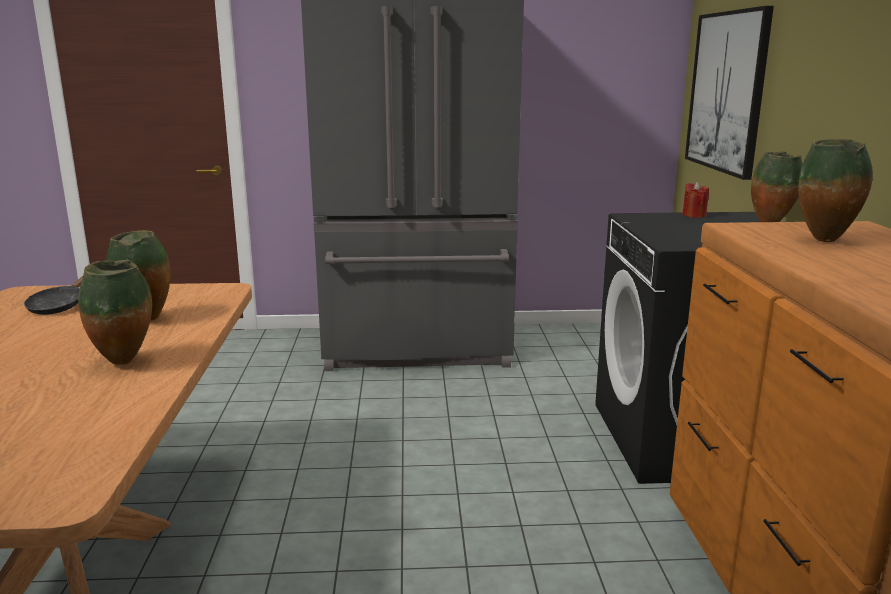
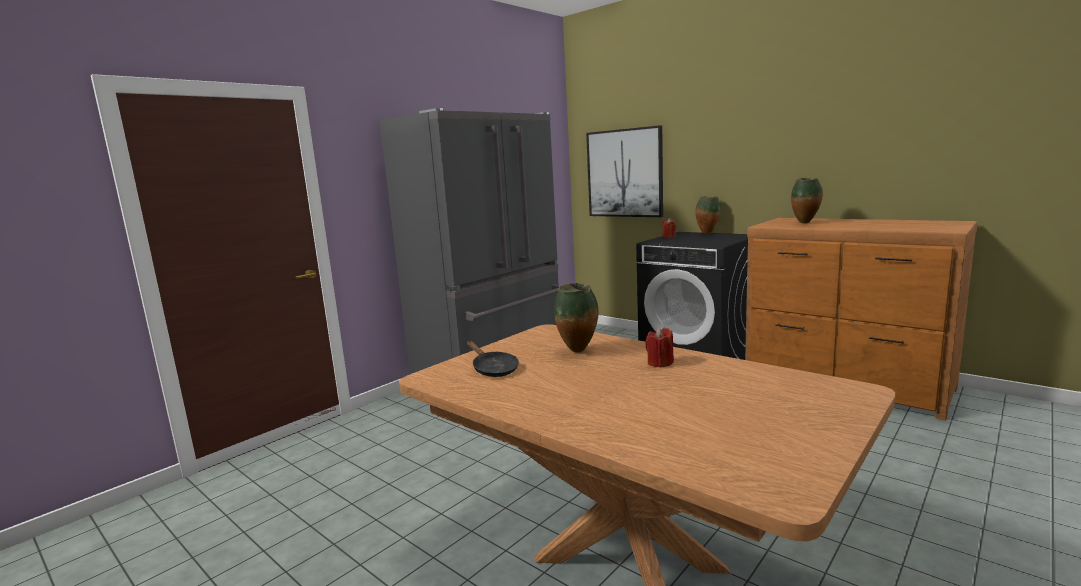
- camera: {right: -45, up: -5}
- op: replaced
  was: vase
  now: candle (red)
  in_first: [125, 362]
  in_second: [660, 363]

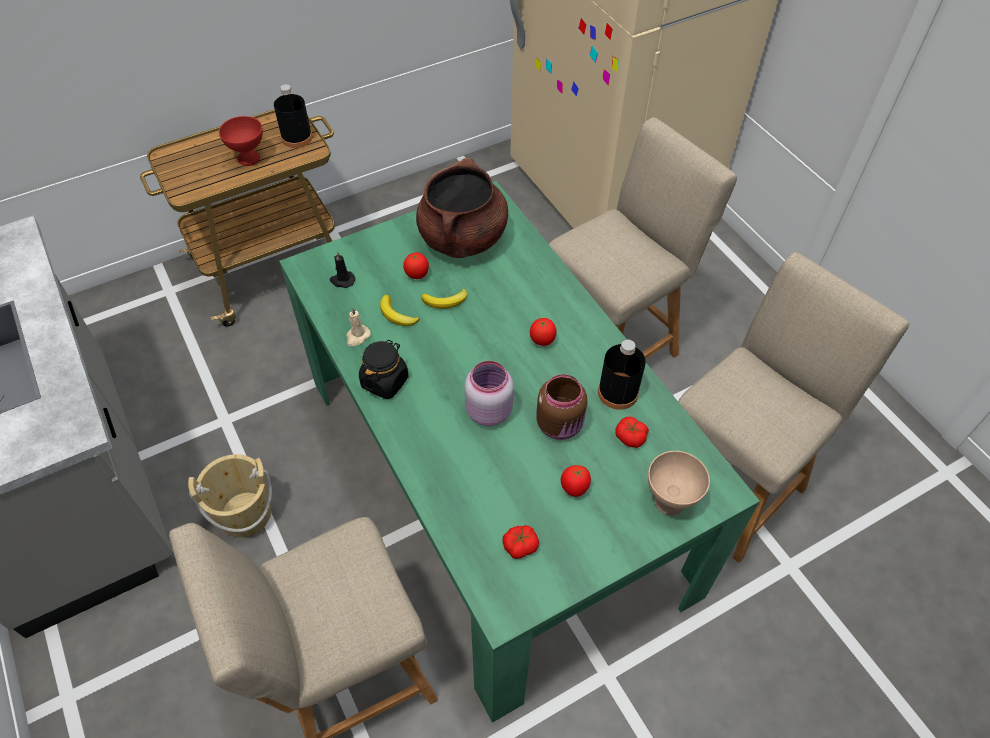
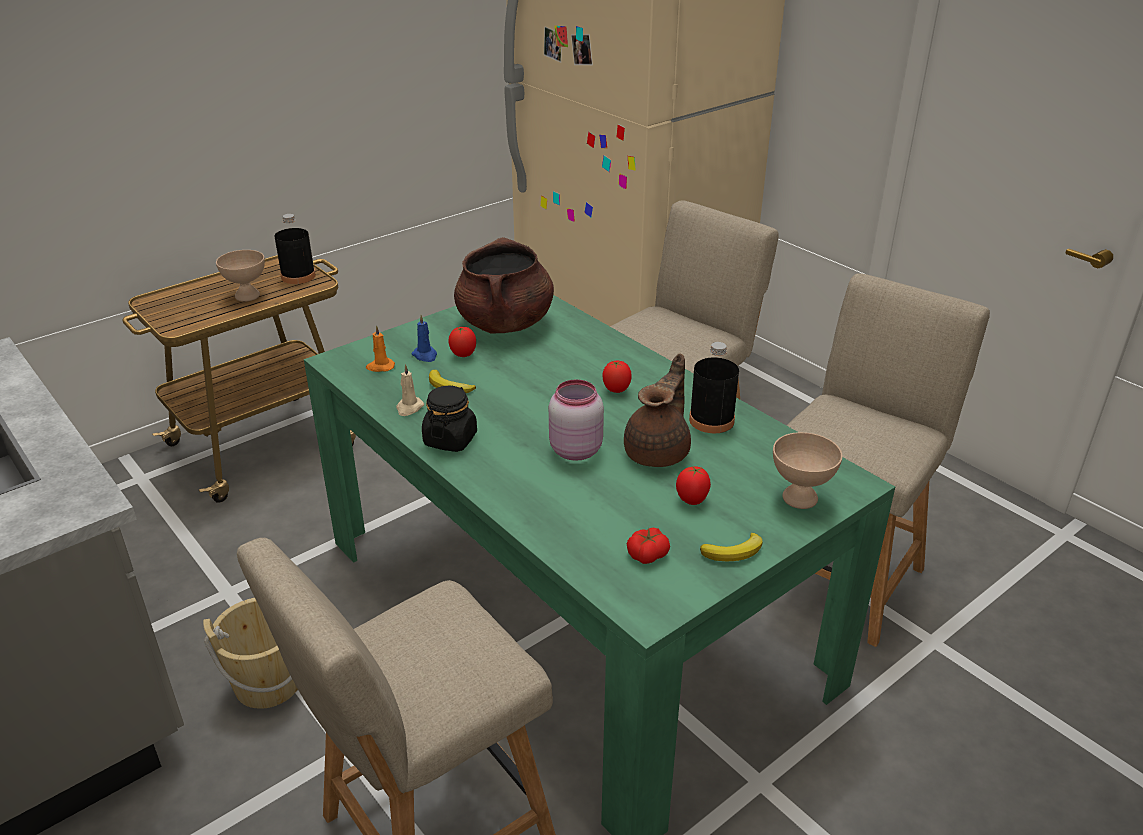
- camera: {right: -10, up: -20}
- op: recoloured
  was: bowl (red)
  now: bowl (beige)
  in_first: [249, 158]
  in_second: [248, 295]
- op: recoloured
  was: candle (black)
  now: candle (orange)
  in_first: [342, 280]
  in_second: [380, 367]
- op: moved
  was: banana
  in_first: [445, 301]
  in_second: [734, 552]
- op: replaced
  was: jar (brown)
  now: teapot (brown)
  in_first: [560, 425]
  in_second: [659, 452]
- op: removed
  was: tomato
  in_first: [630, 437]
- op: added
  now: candle (blue)
  in_second: [425, 356]

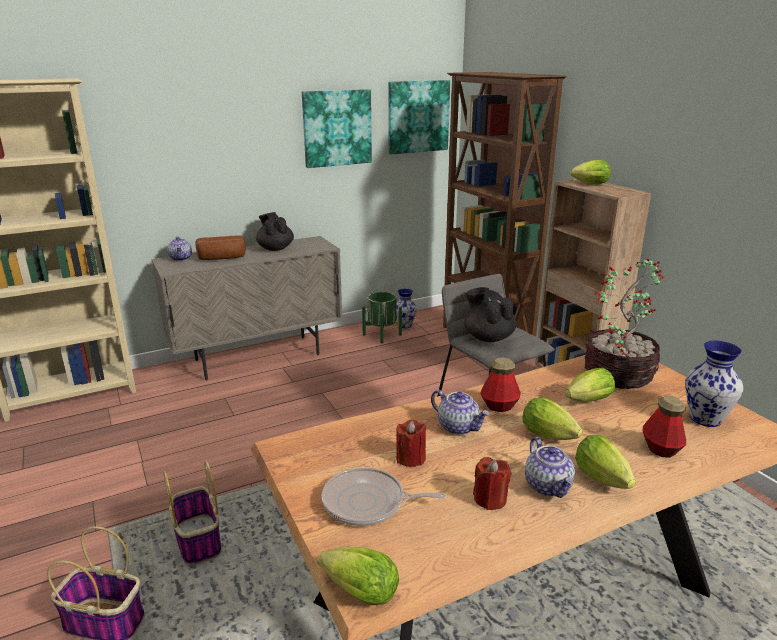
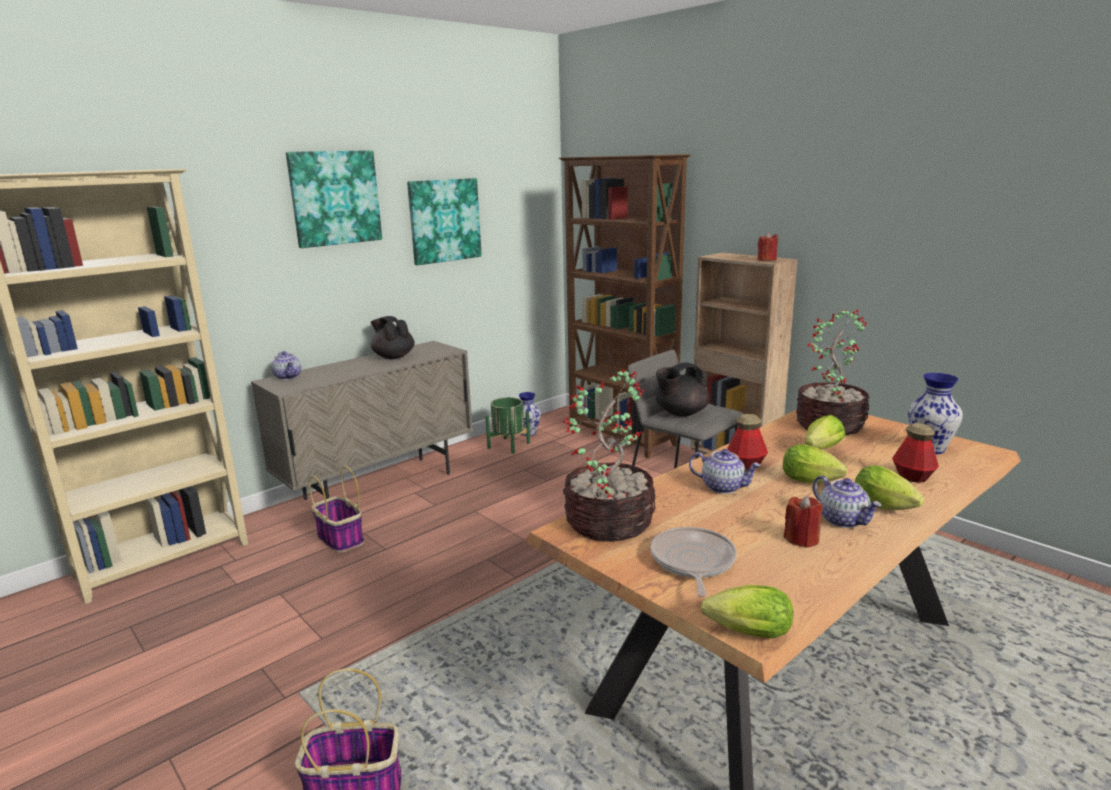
- camera: {right: -15, up: -5}
- op: moved
  was: basket
  in_first: [198, 540]
  in_second: [339, 538]
- op: removed
  was: bread
  in_first: [222, 258]
- op: turned
  was: frying pan
  in_first: [368, 503]
  in_second: [692, 562]
  clockwise: 105
- op: moved
  was: picture
  in_first: [417, 116]
  in_second: [335, 198]
- op: moved
  was: candle (red)
  in_first: [410, 458]
  in_second: [766, 260]
- op: turned
  was: teapot (black)
  in_first: [488, 337]
  in_second: [680, 413]
  clockwise: -75
- op: removed
  was: lettuce
  in_first: [588, 184]
- op: added
  now: potted plant
  in_second: [610, 521]

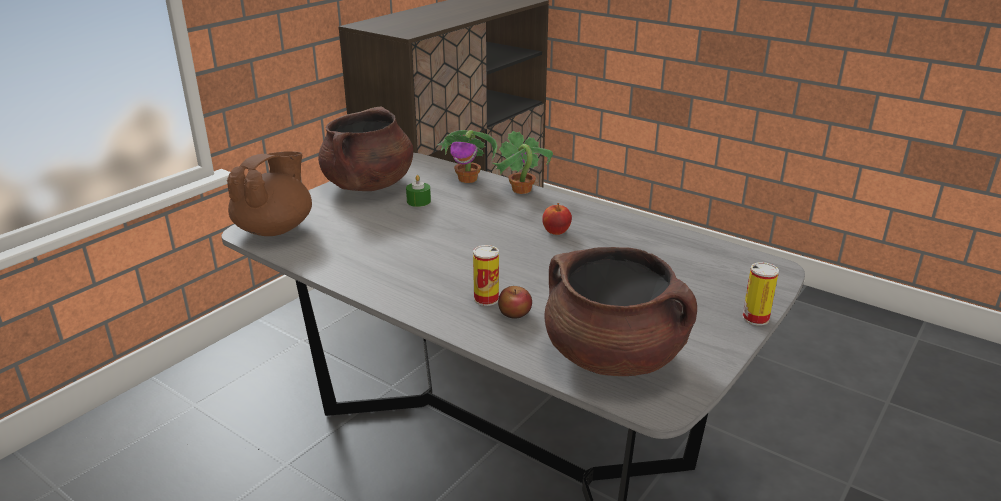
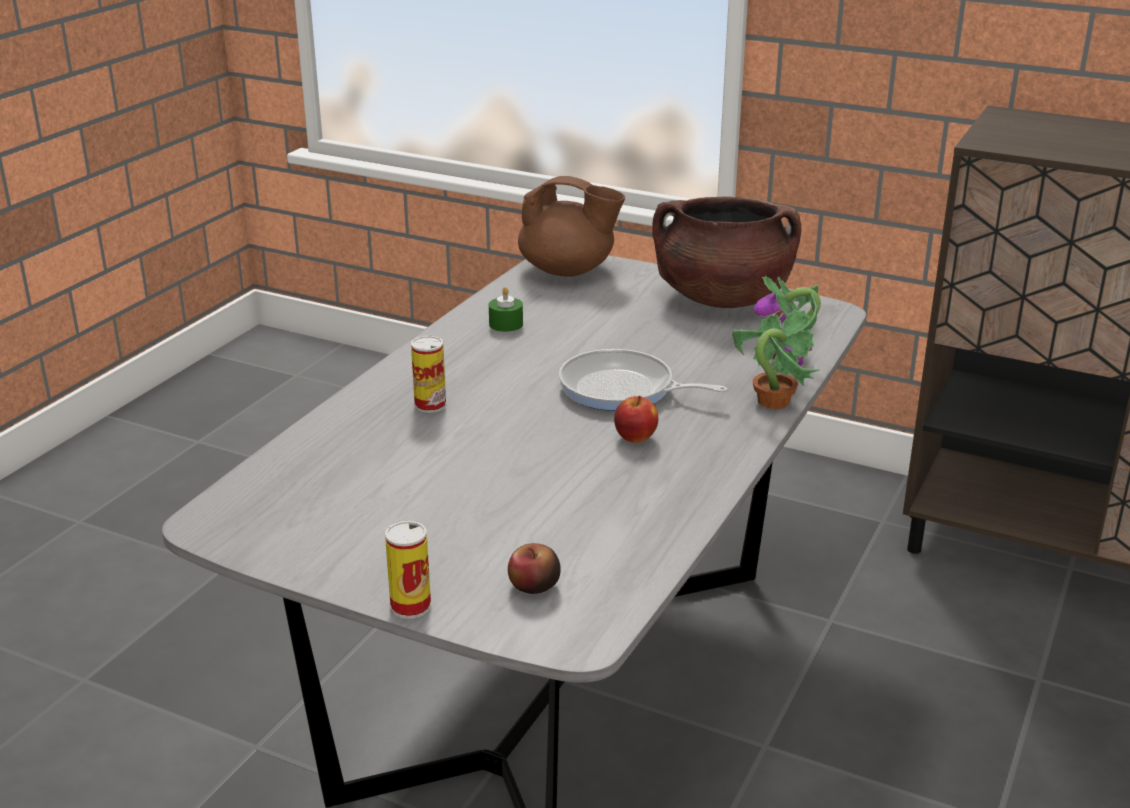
- camera: {right: 80, up: 0}
- op: moved
  was: candle (green)
  in_first: [418, 201]
  in_second: [506, 324]
- op: moved
  was: apple
  in_first: [515, 313]
  in_second: [534, 586]
- op: removed
  was: cooking pot (brown)
  in_first: [614, 357]
- op: added
  now: frying pan
  in_second: [622, 389]

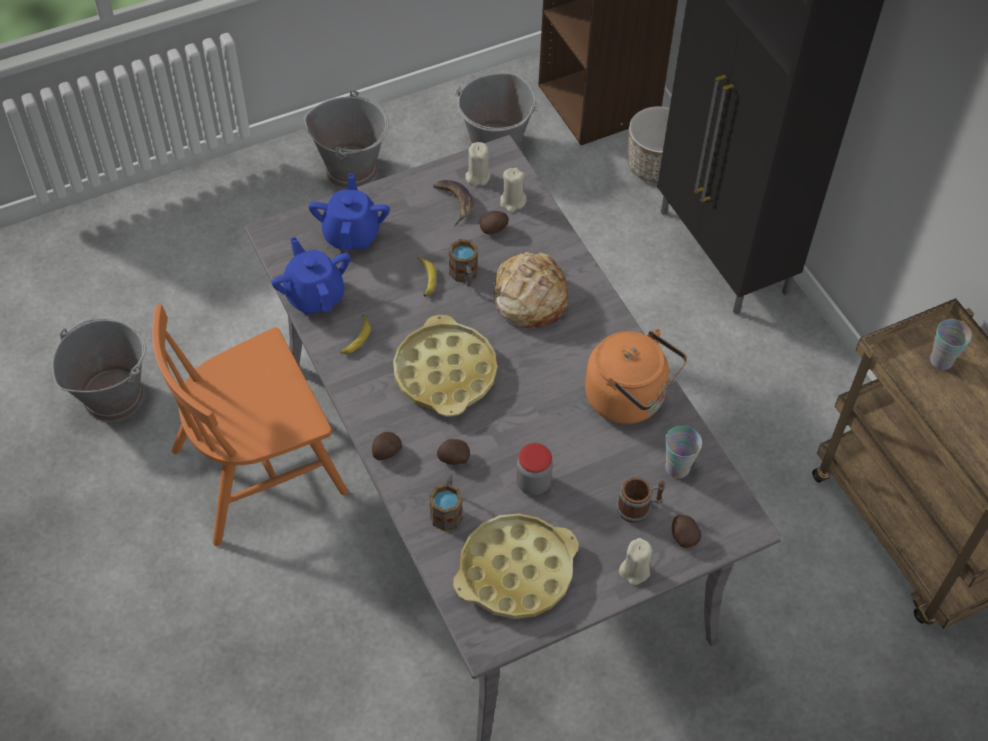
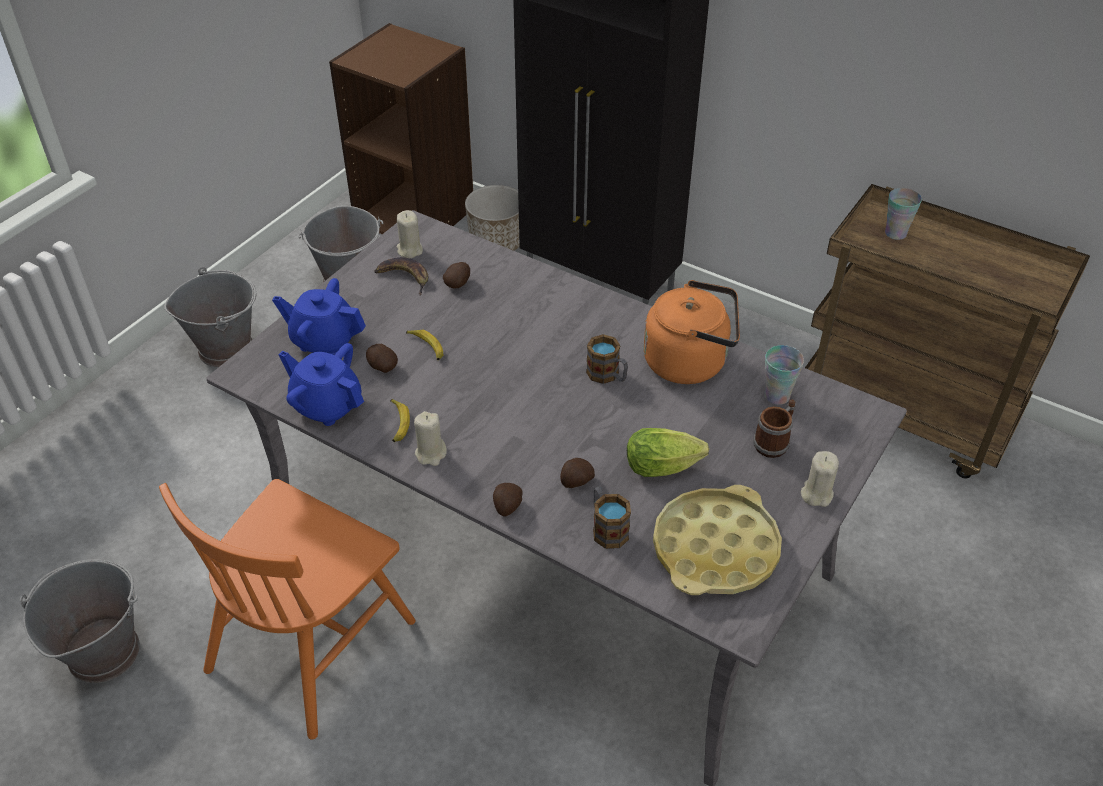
- camera: {right: -30, up: -10}
- op: turned
  was: teapot (blue)
  in_first: [352, 234]
  in_second: [324, 340]
  clockwise: -45
- op: removed
  was: tray (yellow)
  in_first: [445, 373]
- op: moved
  was: mug
  in_first: [465, 276]
  in_second: [608, 376]
- op: removed
  was: bread
  in_first: [529, 298]
- op: moved
  was: candle (beige)
  in_first: [512, 202]
  in_second: [431, 454]
- op: replaced
  was: jar
  now: lettuce
  in_first: [533, 483]
  in_second: [666, 467]
- op: moved
  was: potato
  in_first: [683, 536]
  in_second: [381, 367]

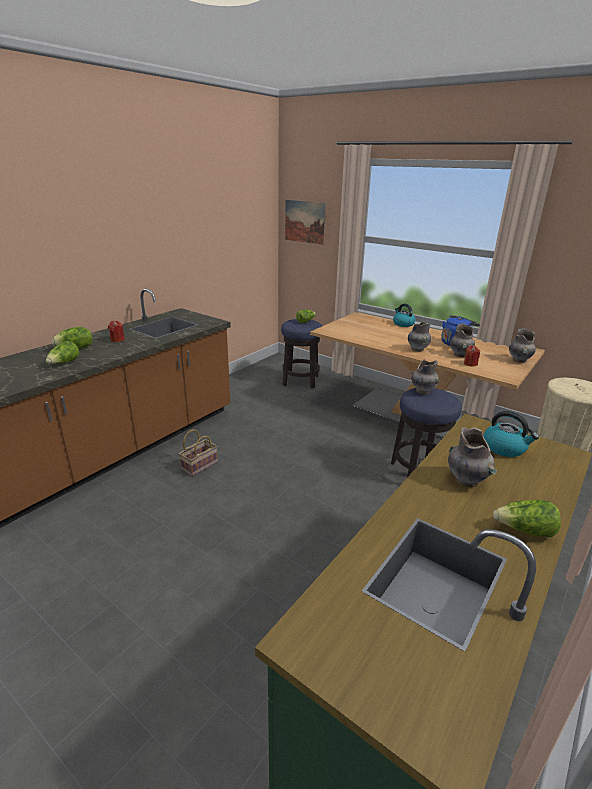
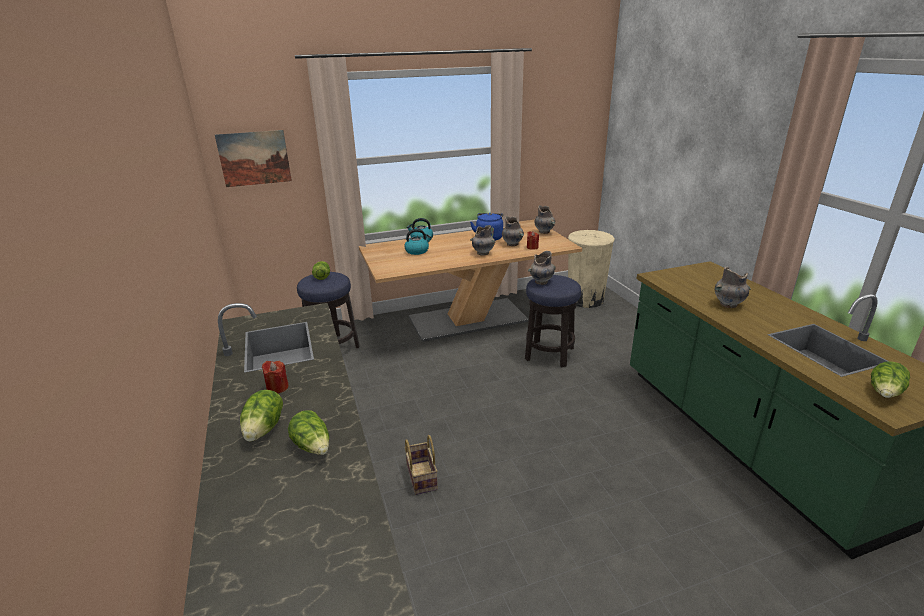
- camera: {right: -55, up: 0}
- op: moved
  was: kettle
  in_first: [505, 448]
  in_second: [417, 251]
- op: moved
  was: lettuce
  in_first: [524, 530]
  in_second: [885, 393]

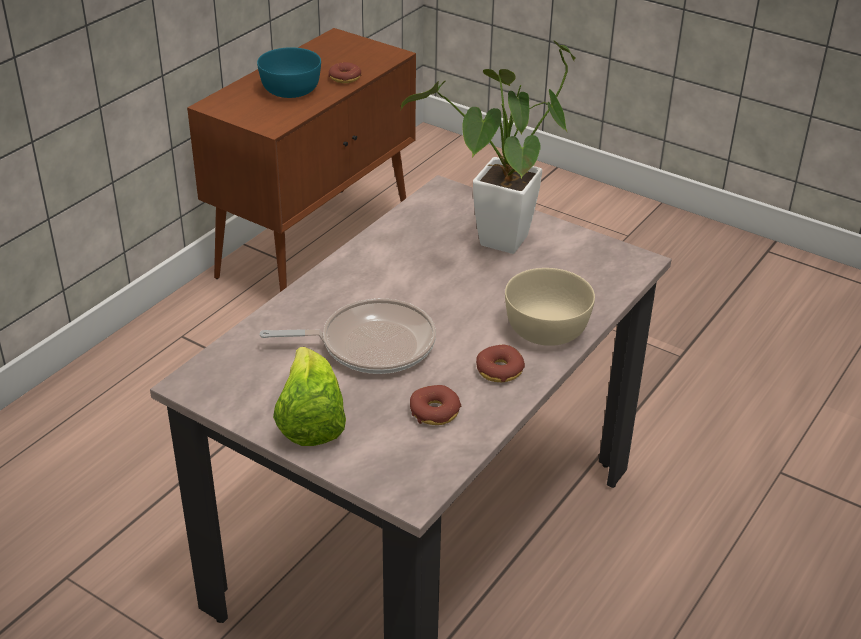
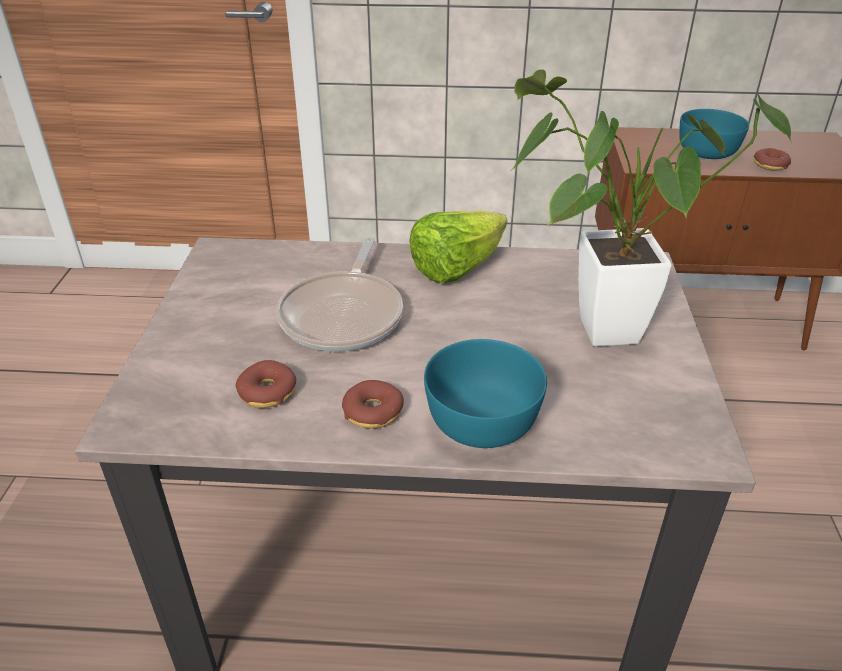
- camera: {right: 60, up: 0}
- op: turned
  was: frying pan
  in_first: [370, 344]
  in_second: [344, 315]
  clockwise: 45
- op: moved
  was: lettuce
  in_first: [310, 421]
  in_second: [456, 268]
- op: recoloured
  was: bowl (beige)
  now: bowl (turquoise)
  in_first: [545, 329]
  in_second: [480, 420]

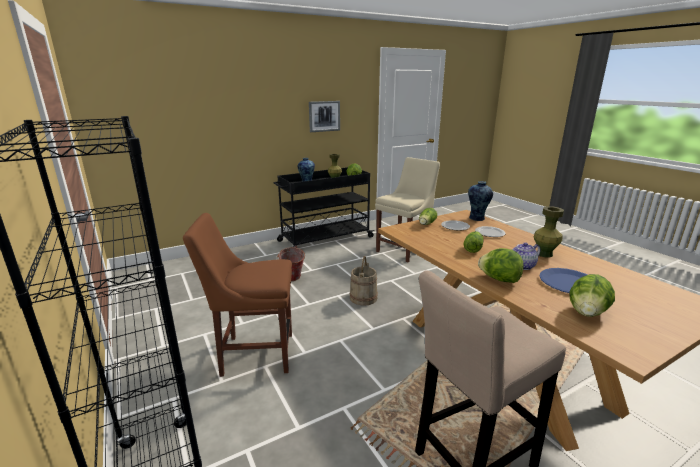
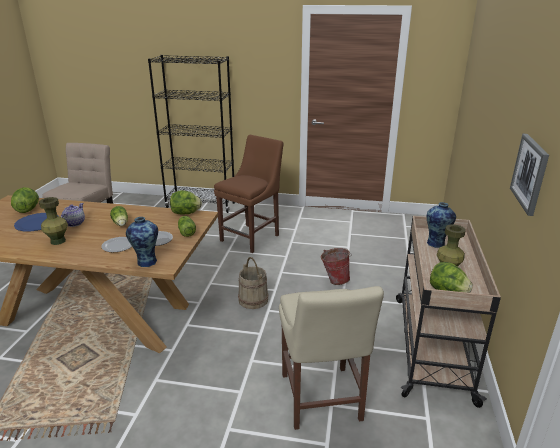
- camera: {right: 130, up: 5}
- op: recoloured
  was: cart (black)
  now: cart (beige)
  in_first: [324, 239]
  in_second: [431, 345]
- op: moved
  was: lettuce
  in_first: [499, 279]
  in_second: [186, 213]

